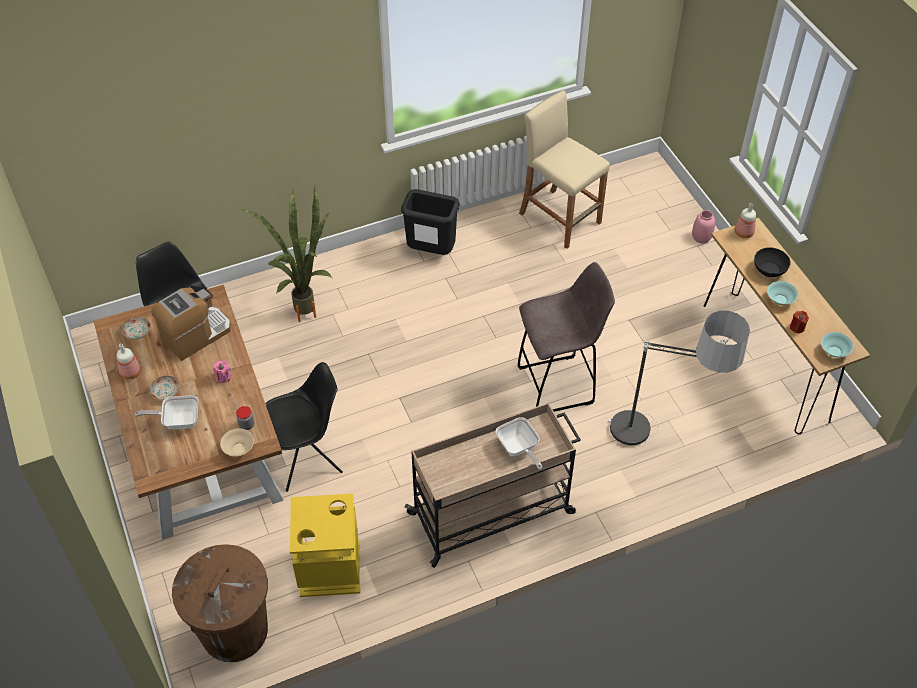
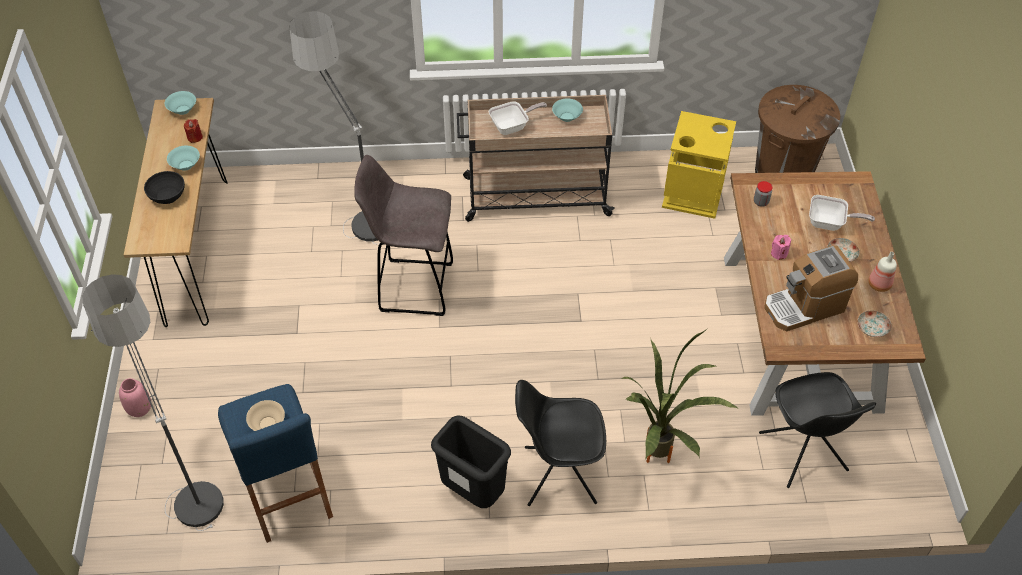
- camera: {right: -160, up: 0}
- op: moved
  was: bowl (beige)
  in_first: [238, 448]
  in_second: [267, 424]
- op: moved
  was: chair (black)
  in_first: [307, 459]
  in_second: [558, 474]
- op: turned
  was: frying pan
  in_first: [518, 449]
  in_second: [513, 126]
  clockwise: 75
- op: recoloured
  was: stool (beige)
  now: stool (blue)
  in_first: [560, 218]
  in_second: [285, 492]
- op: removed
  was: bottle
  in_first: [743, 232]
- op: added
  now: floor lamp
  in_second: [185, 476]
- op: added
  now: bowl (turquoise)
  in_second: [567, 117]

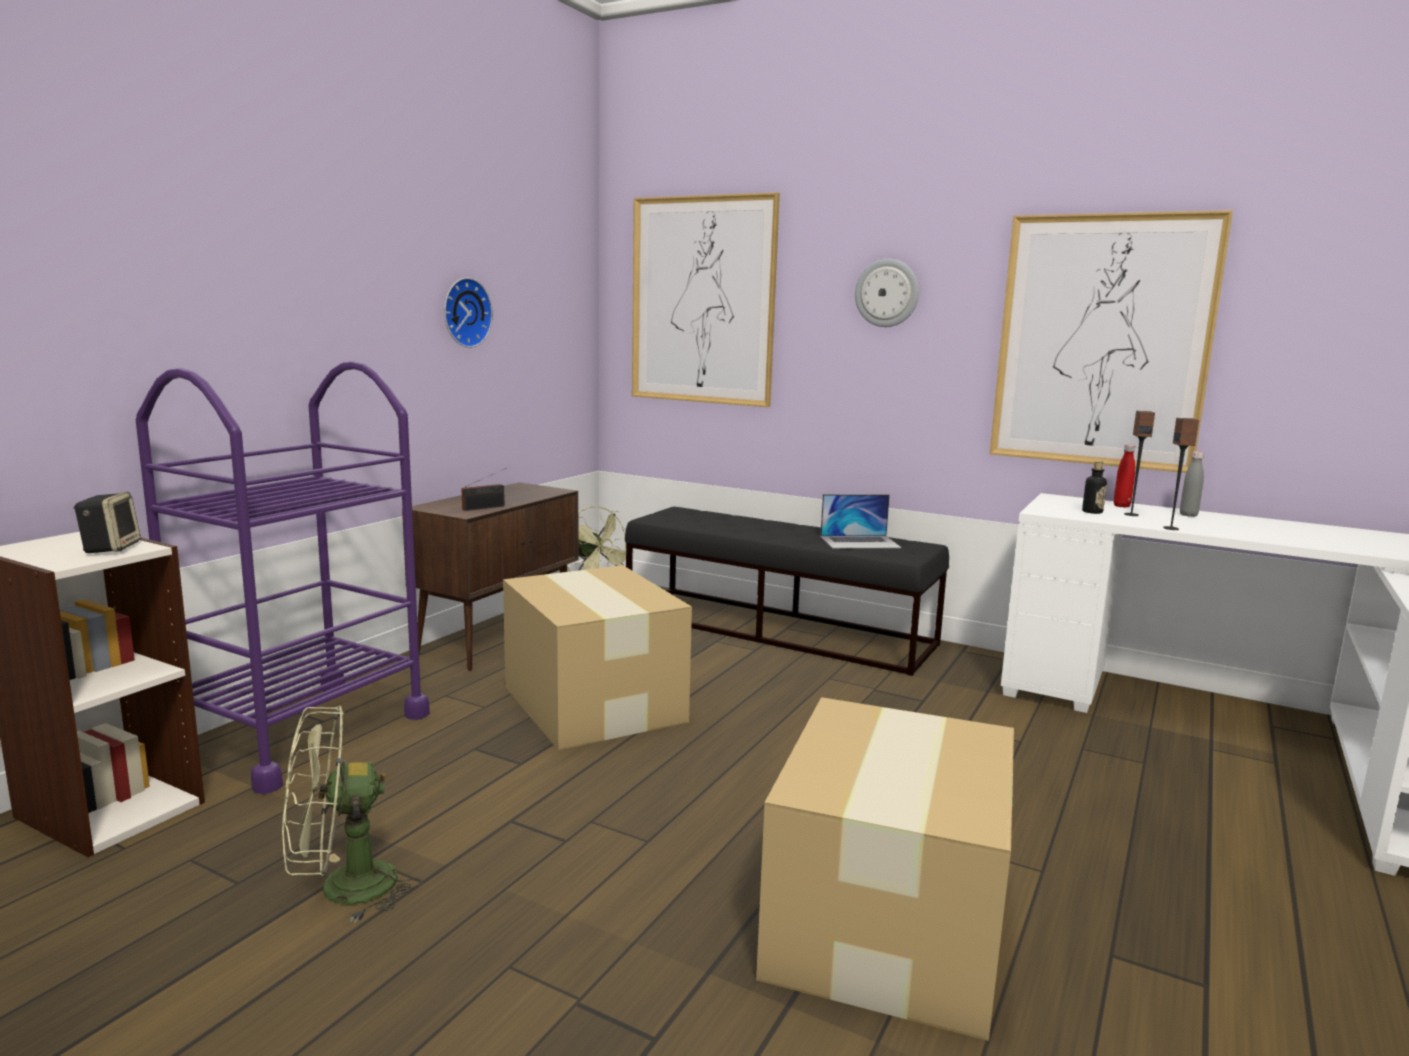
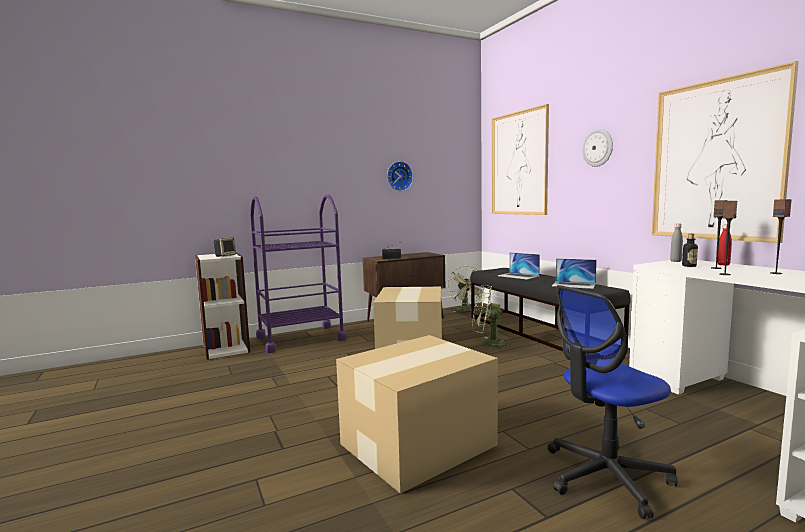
- camera: {right: 35, up: -5}
- op: moved
  was: fan (green)
  in_first: [342, 890]
  in_second: [488, 343]
- op: moved
  was: bottle (grey)
  in_first: [1188, 515]
  in_second: [675, 261]
- op: added
  now: laptop
  in_second: [518, 276]
- op: added
  now: office chair
  in_second: [606, 476]
- op: added
  now: speaker
  in_second: [776, 273]

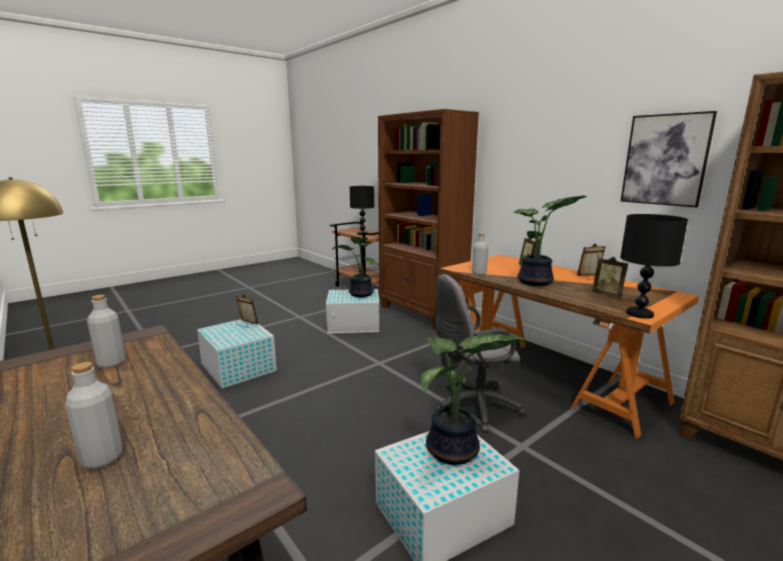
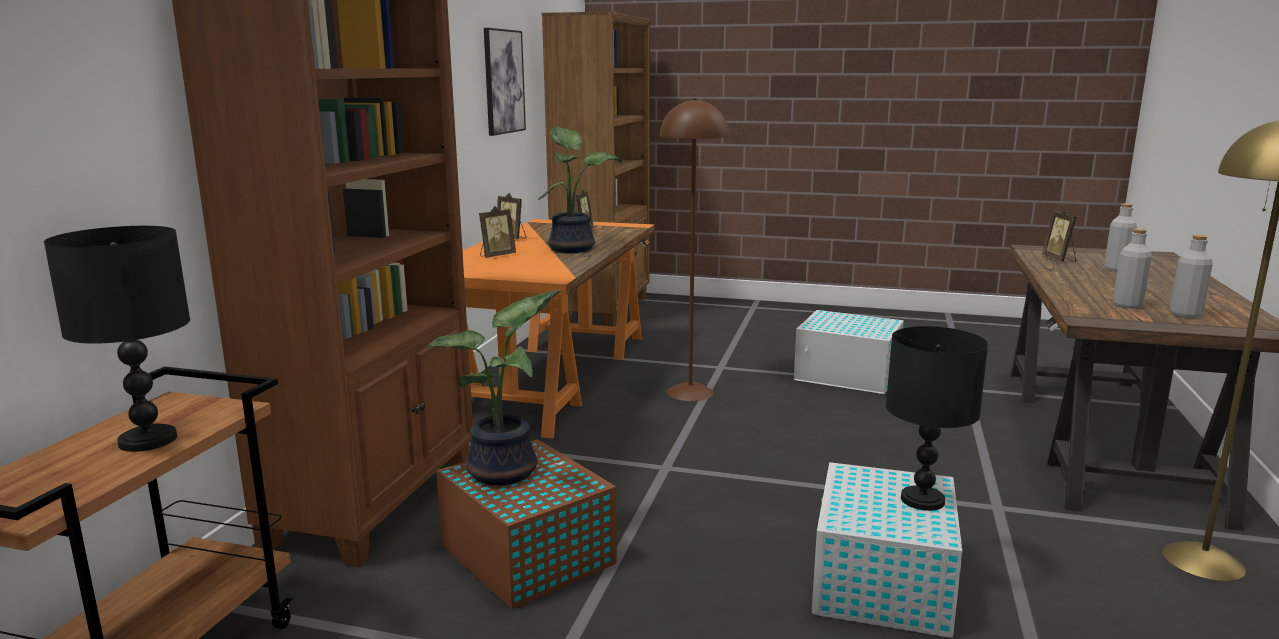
- camera: {right: -125, up: 0}
- op: moved
  was: picture frame
  in_first: [246, 324]
  in_second: [1059, 259]
- op: recoloured
  was: storage box (white)
  now: storage box (brown)
  in_first: [354, 324]
  in_second: [526, 553]
- op: removed
  was: potted plant
  in_first: [454, 452]
- op: replaced
  was: office chair (grey)
  now: floor lamp (brown)
  in_first: [472, 407]
  in_second: [690, 392]
- op: moved
  was: bottle (grey)
  in_first: [479, 273]
  in_second: [1185, 315]
- op: moved
  was: table lamp (black)
  in_first: [640, 314]
  in_second: [923, 499]

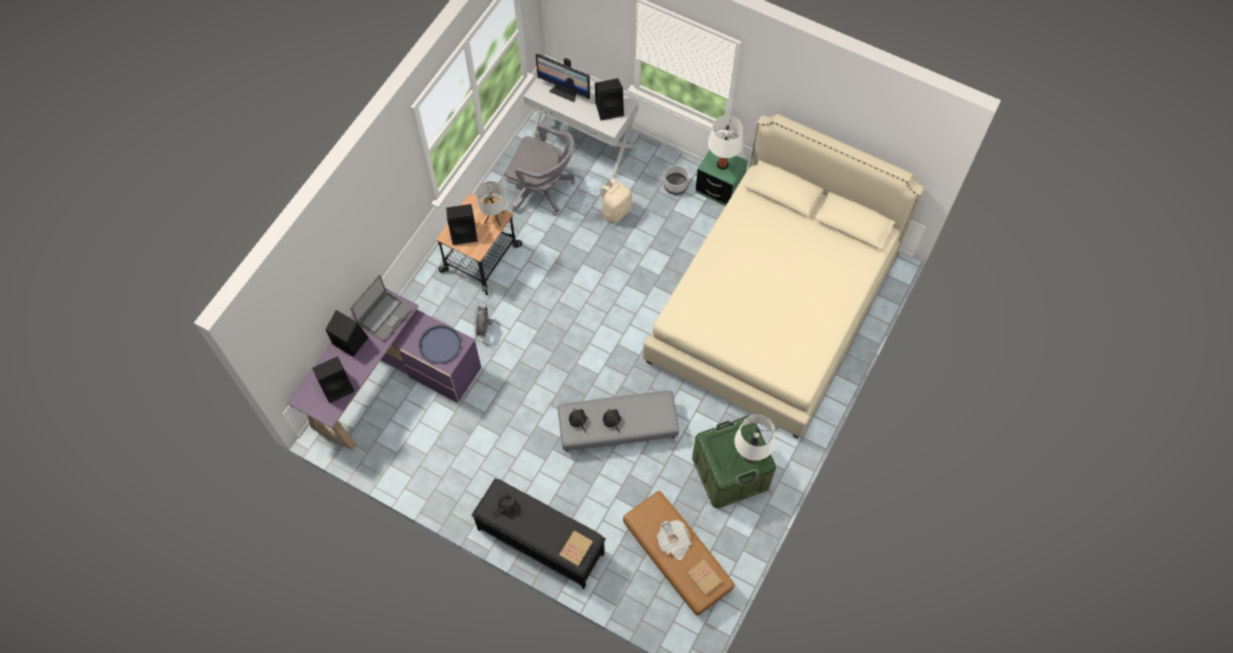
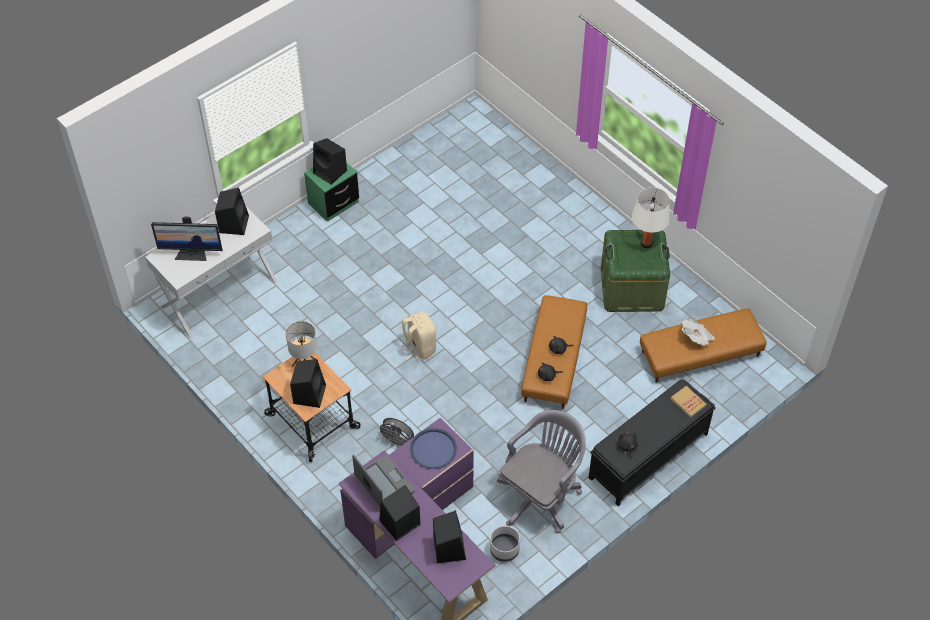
- camera: {right: -70, up: -10}
- op: moved
  was: office chair (grey)
  in_first: [542, 189]
  in_second: [541, 495]
- op: turned
  was: monitor
  in_first: [565, 91]
  in_second: [191, 253]
  clockwise: 45
- op: recoloured
  was: ottoman (grey)
  now: ottoman (brown)
  in_first: [618, 428]
  in_second: [554, 360]
- op: moved
  was: backpack (beige)
  in_first: [615, 211]
  in_second: [419, 347]
- op: removed
  was: bed (beige)
  in_first: [772, 308]
- op: moved
  was: planter (grey)
  in_first: [675, 186]
  in_second: [504, 550]
- op: removed
  was: book
  in_first: [704, 578]
- op: replaced
  was: table lamp (white)
  now: speaker (black)
  in_first: [722, 164]
  in_second: [331, 172]

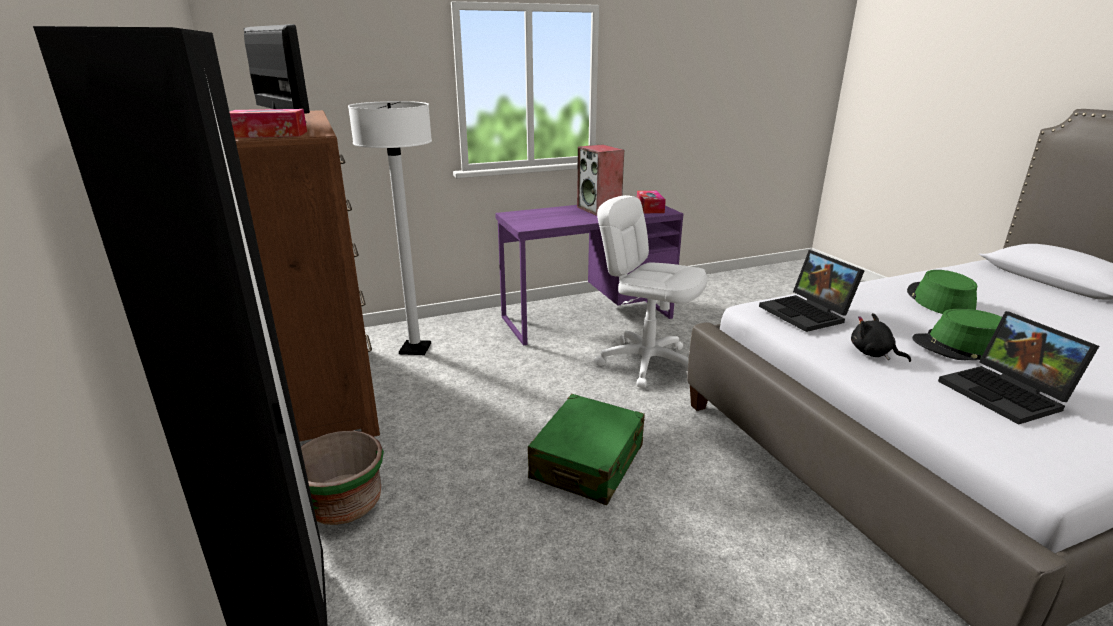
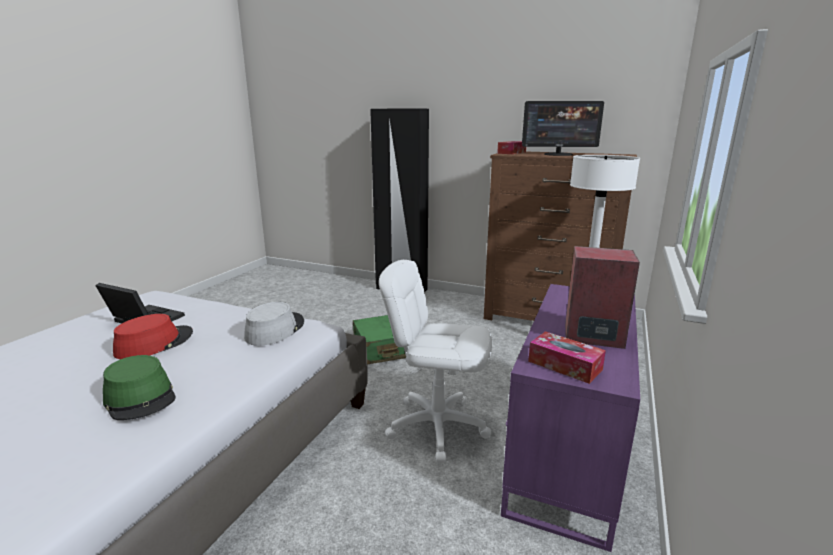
- camera: {right: 135, up: -5}
- op: removed
  was: planter (green)
  in_first: [344, 503]
- op: turned
  was: office chair (white)
  in_first: [646, 362]
  in_second: [437, 426]
  clockwise: -150
- op: replaced
  was: laptop
  now: hat (grey)
  in_first: [808, 314]
  in_second: [275, 329]
- op: removed
  was: plush toy (black)
  in_first: [873, 353]
- op: recoloured
  was: hat (green)
  now: hat (red)
  in_first: [959, 346]
  in_second: [154, 343]

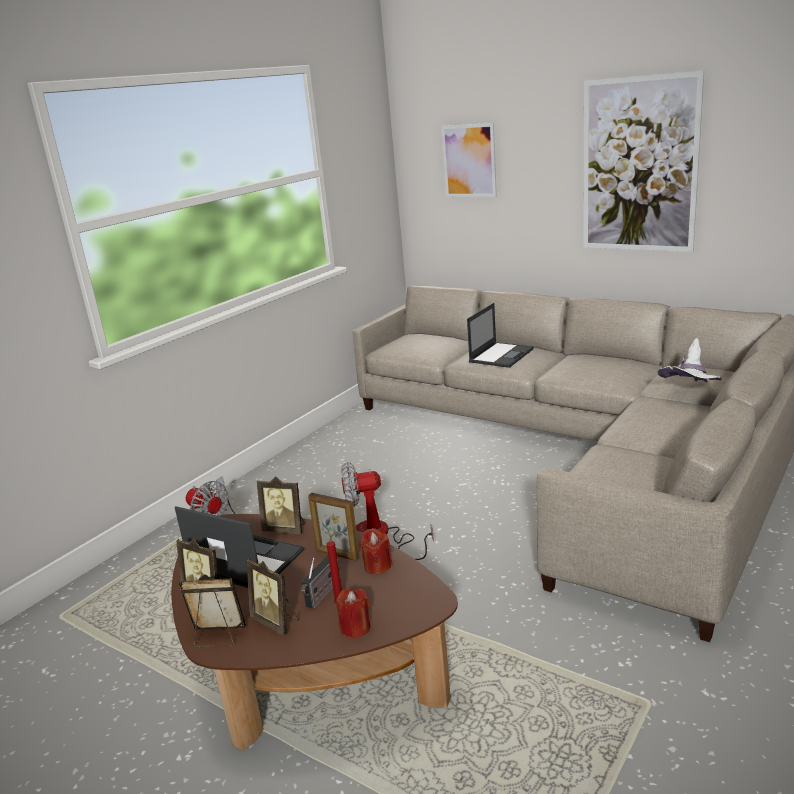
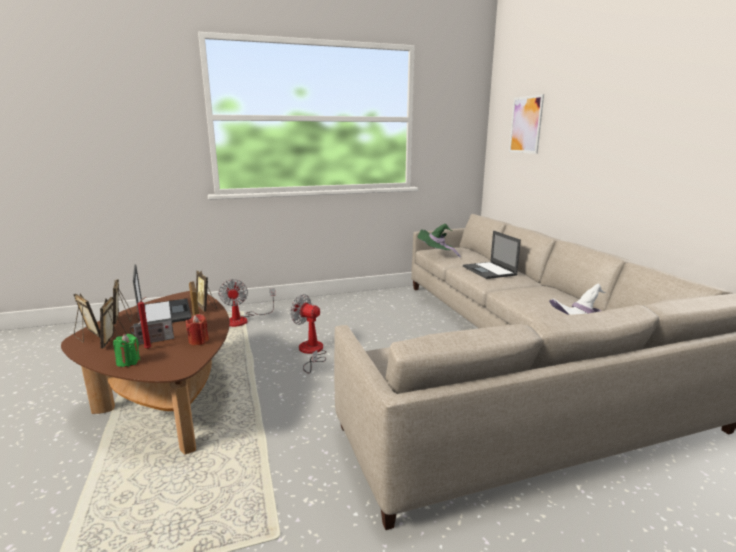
- camera: {right: 35, up: -5}
- op: recoloured
  was: candle (red)
  now: candle (green)
  in_first: [355, 628]
  in_second: [128, 362]
- op: turned
  was: laptop
  in_first: [501, 355]
  in_second: [489, 271]
  clockwise: 90
- op: removed
  was: picture
  in_first: [639, 166]
- op: added
  now: hat (green)
  in_second: [436, 255]

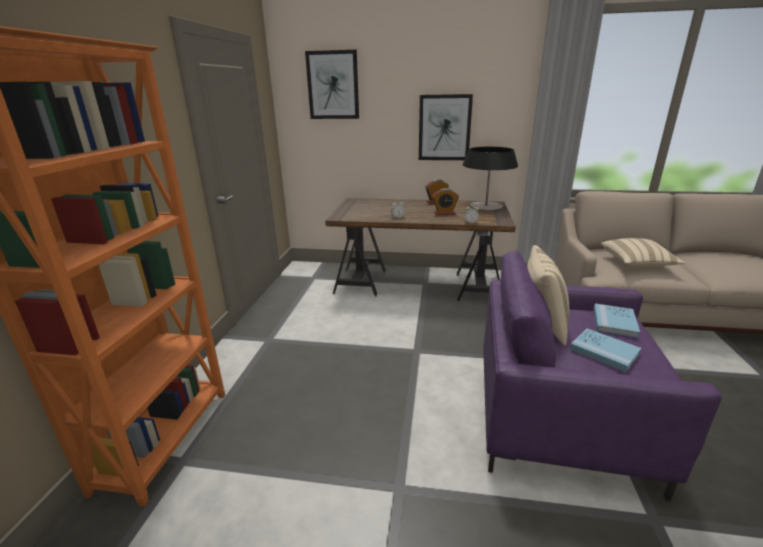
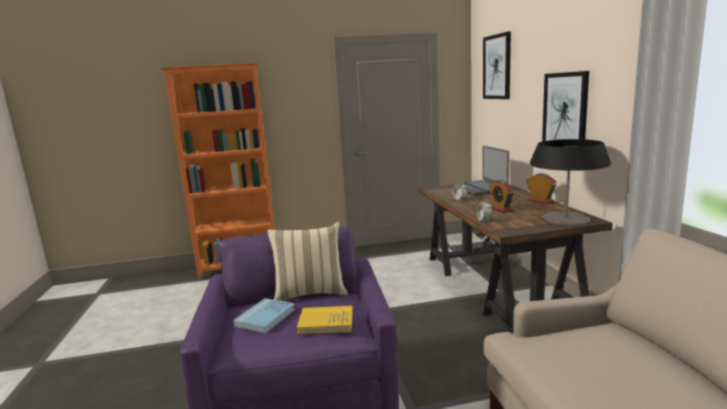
- camera: {right: 70, up: -10}
- op: recoloured
  was: book (blue)
  now: book (yellow)
  in_first: [614, 322]
  in_second: [326, 322]
- op: removed
  was: pillow (beige)
  in_first: [637, 263]
- op: added
  now: laptop
  in_second: [479, 188]

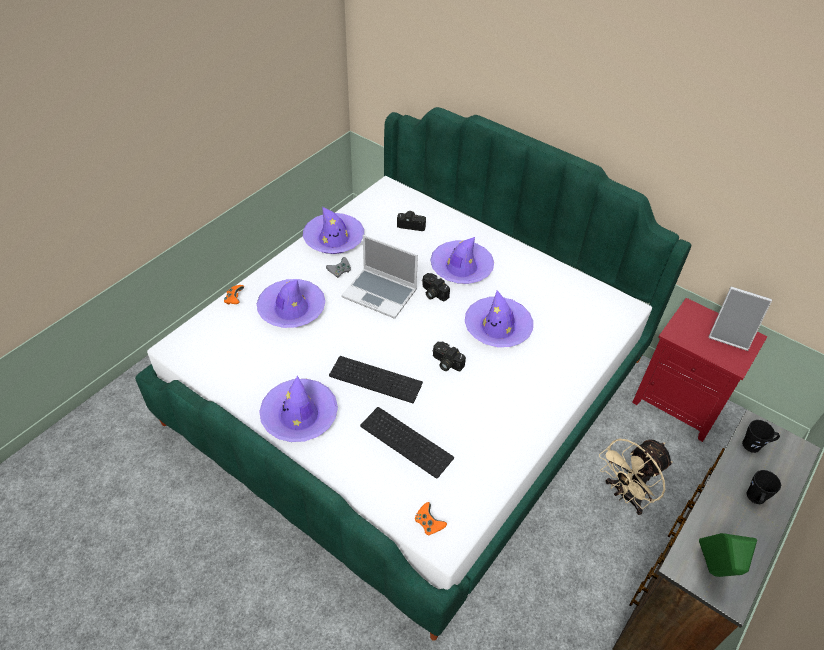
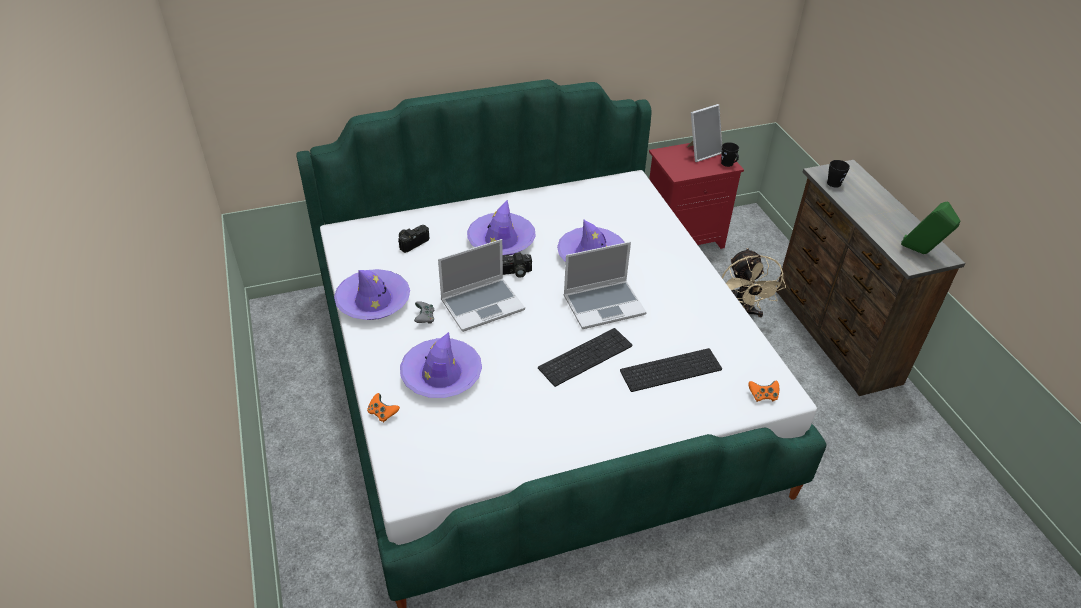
- camera: {right: -55, up: -5}
- op: removed
  was: hat (purple)
  in_first: [299, 415]
- op: replaced
  was: photo camera
  now: laptop
  in_first: [446, 363]
  in_second: [604, 305]
- op: moved
  was: mug (black)
  in_first: [755, 499]
  in_second: [728, 164]

